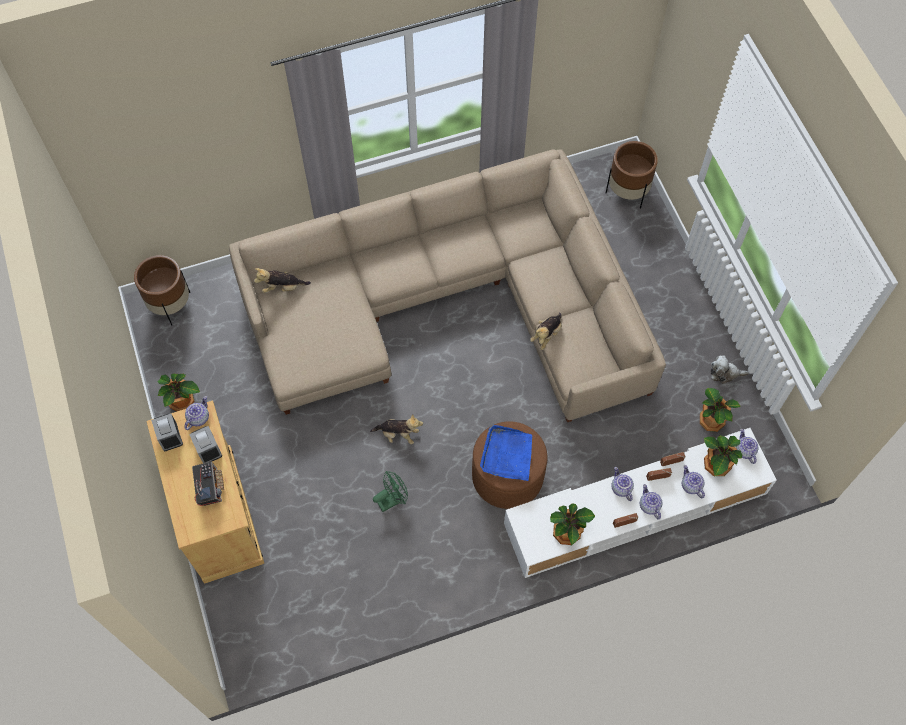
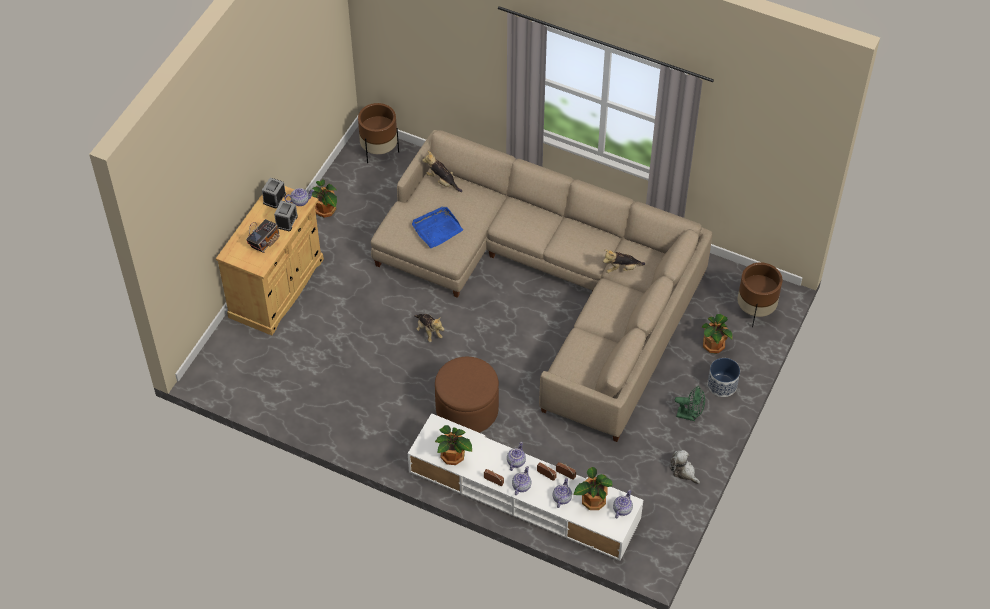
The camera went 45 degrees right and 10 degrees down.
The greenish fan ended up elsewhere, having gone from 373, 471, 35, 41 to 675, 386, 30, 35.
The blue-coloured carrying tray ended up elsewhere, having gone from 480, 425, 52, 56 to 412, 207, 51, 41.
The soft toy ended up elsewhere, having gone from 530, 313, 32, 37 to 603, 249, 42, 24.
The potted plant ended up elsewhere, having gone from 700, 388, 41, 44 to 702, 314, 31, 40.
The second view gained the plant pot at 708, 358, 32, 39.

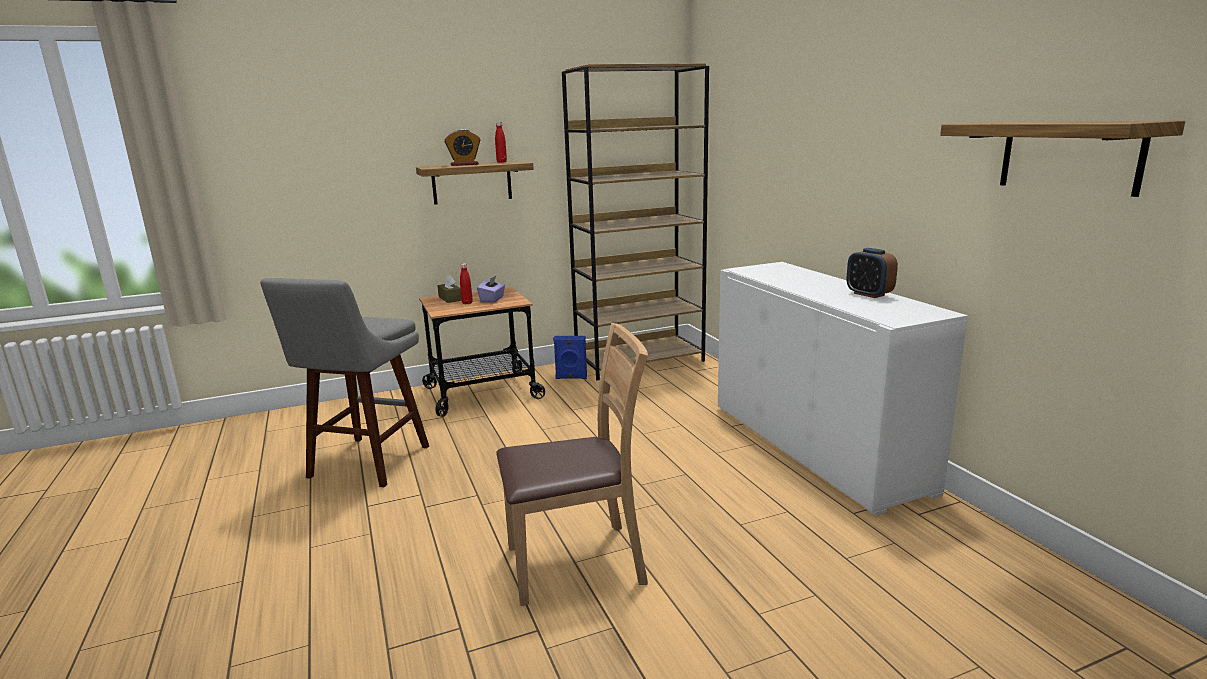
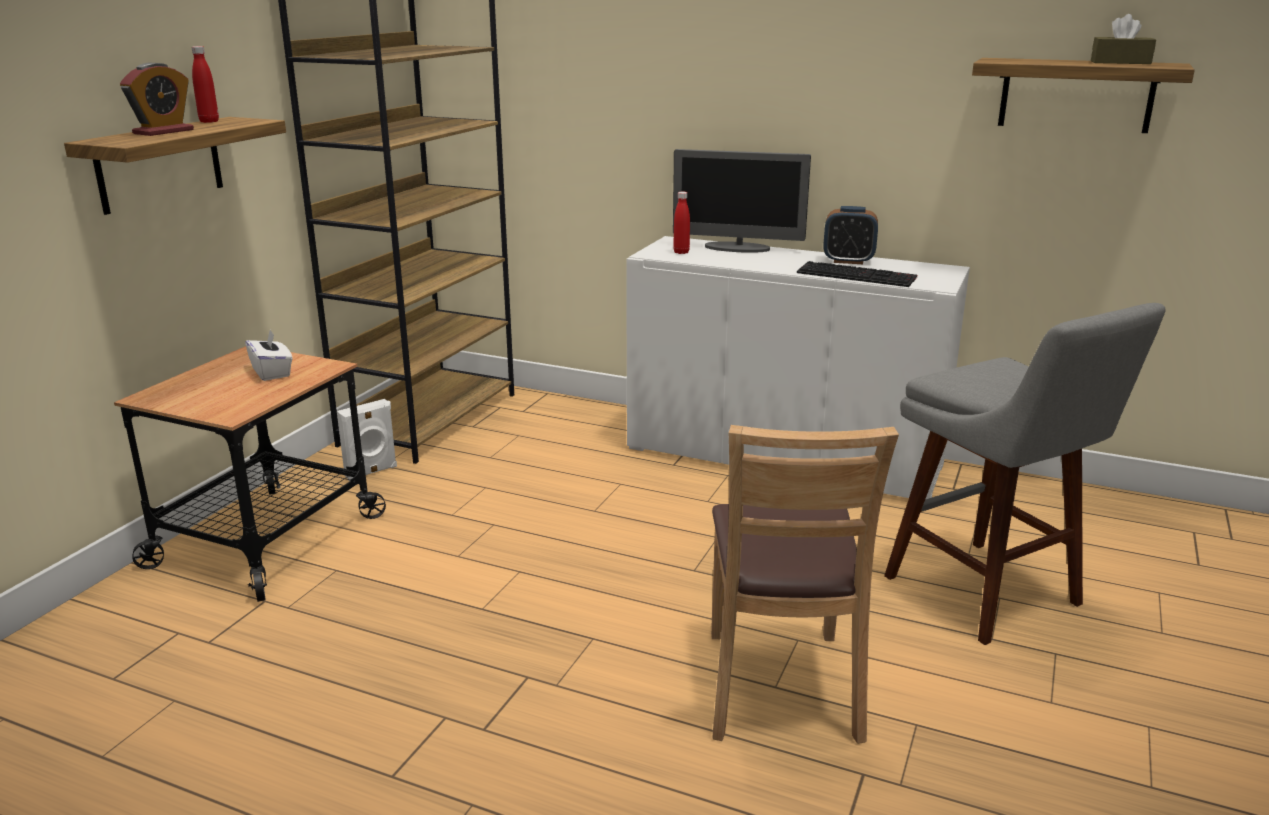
The camera went 45 degrees left and 5 degrees up.
The greyish stool seat ended up elsewhere, having gone from 260, 278, 169, 209 to 884, 303, 282, 342.
The brownish box of tissues ended up elsewhere, having gone from 437, 275, 25, 28 to 1091, 14, 65, 50.
The red-coloured bottle ended up elsewhere, having gone from 460, 263, 13, 41 to 673, 192, 17, 62.
What was the purple-coloured box of tissues at 477, 276, 28, 26 turned into the white box of tissues at 245, 330, 48, 51.
The brownish upright chair at 496, 323, 152, 283 ended up facing another way, 150 degrees clockwise from before.
What was the blue-coloured audio speaker at 553, 336, 34, 43 turned into the white audio speaker at 337, 399, 60, 82.
The second view gained the monitor at 673, 149, 138, 104.
The second view gained the keyboard at 797, 261, 120, 26.

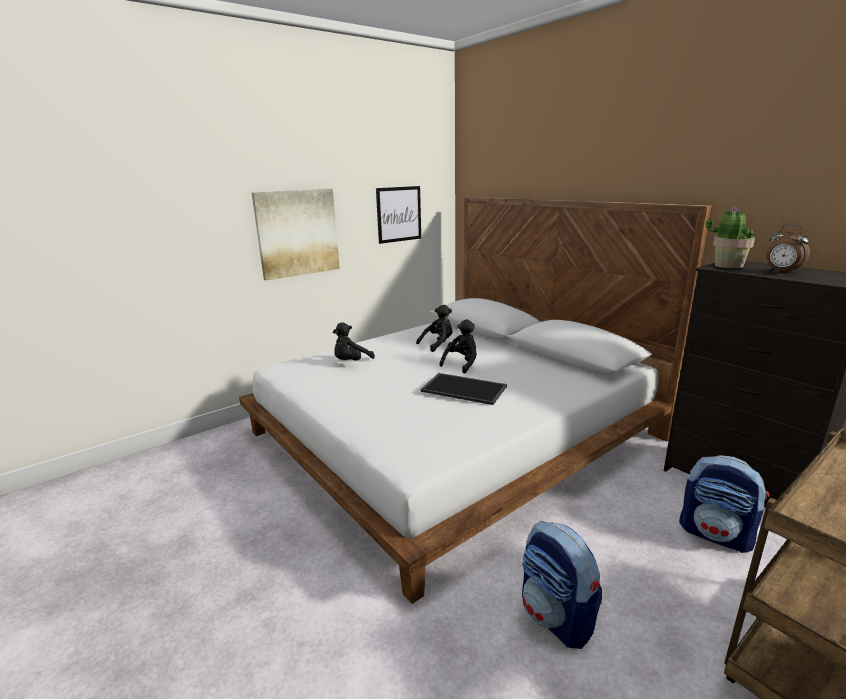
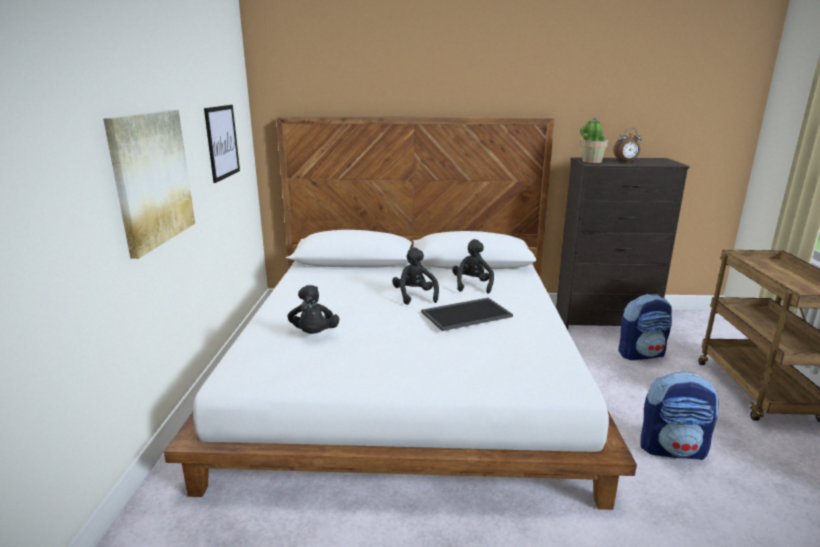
The camera went 50 degrees left and 0 degrees up.
The black-coloured soft toy ended up elsewhere, having gone from 416, 305, 37, 47 to 452, 239, 42, 55.

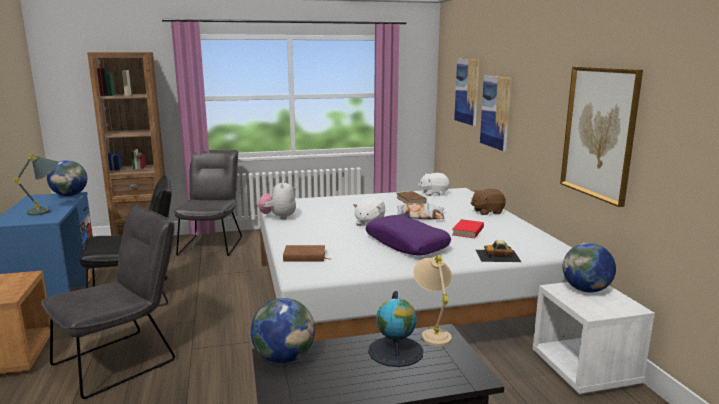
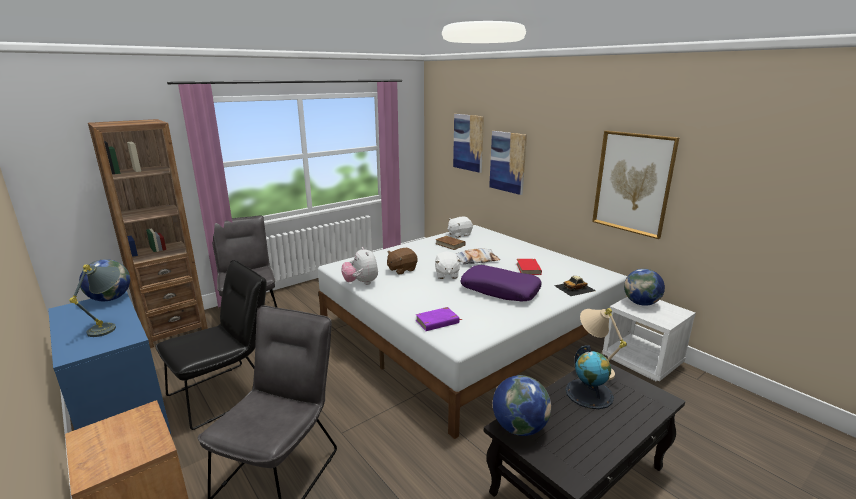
The camera went 25 degrees left and 5 degrees up.
What was the brownish bound book at 283, 245, 48, 17 turned into the purple-coloured bound book at 416, 307, 46, 24.
The brownish soft toy ended up elsewhere, having gone from 471, 189, 35, 26 to 387, 248, 31, 27.

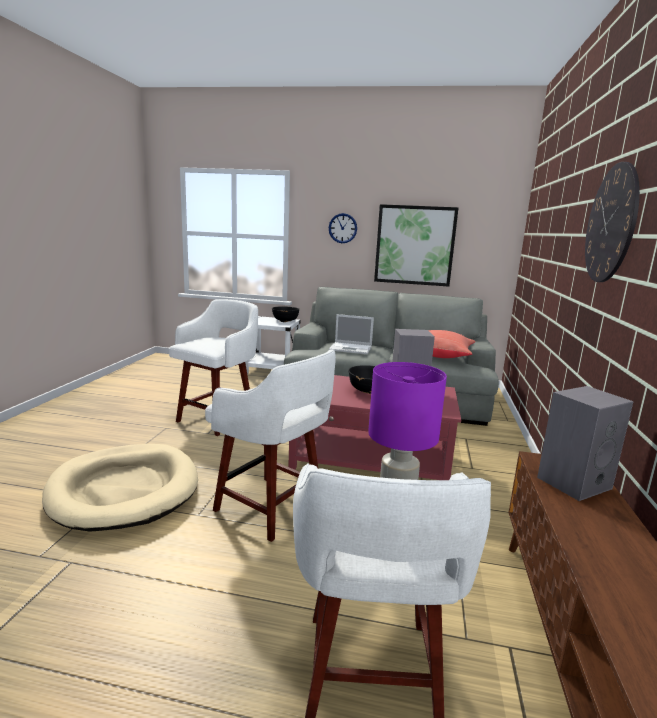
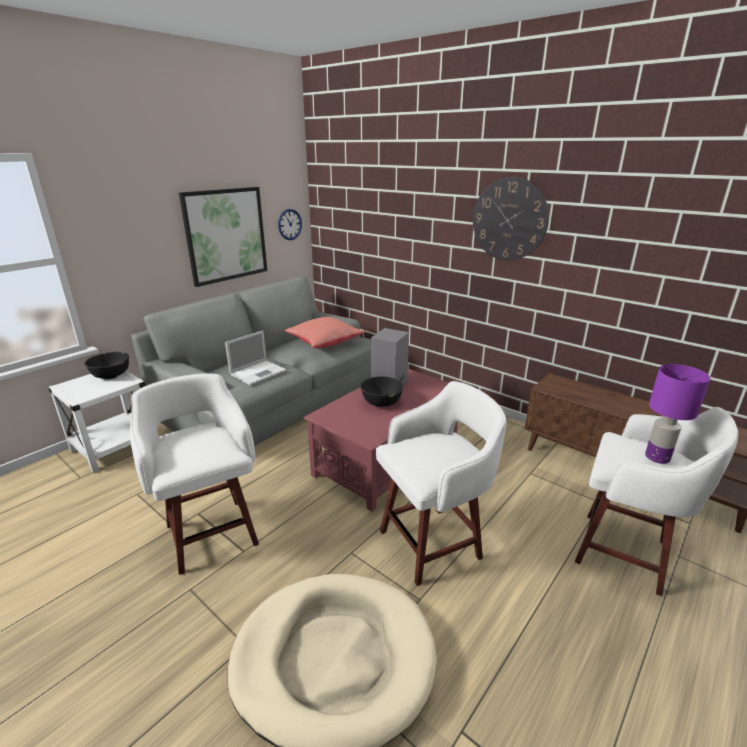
The camera went 60 degrees left and 10 degrees up.
The clock on the wall ended up elsewhere, having gone from 329, 213, 28, 30 to 278, 209, 24, 31.
The second view lost the greyish audio speaker at 537, 386, 97, 115.

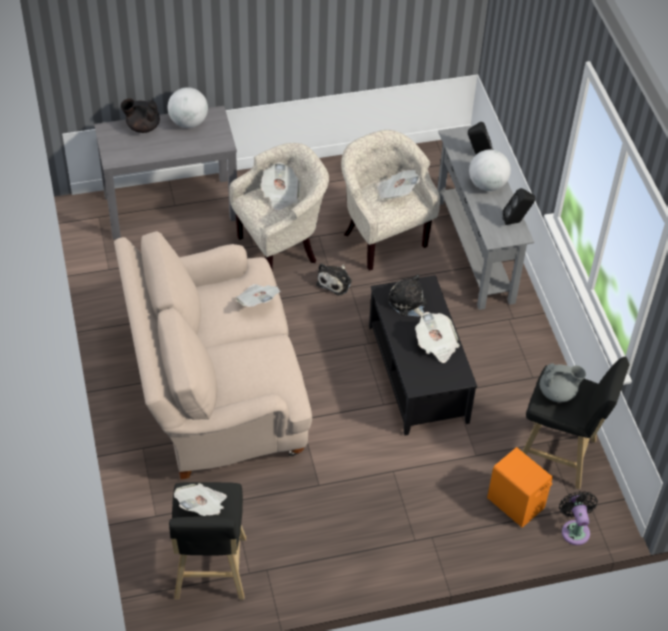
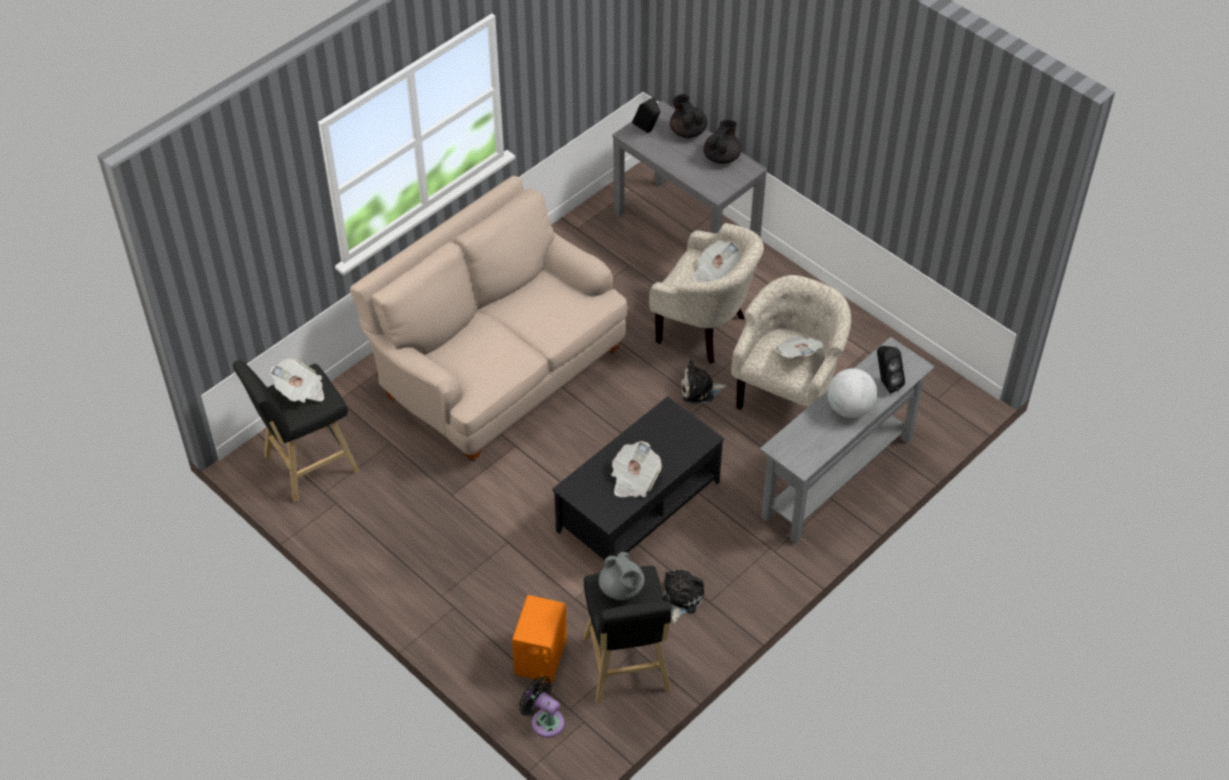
The camera went 60 degrees right and 0 degrees up.
Where the world globe stood at 168, 87, 40, 41, the black-coloured tea pot came to stand at 703, 120, 39, 44.
The second view lost the newspaper at 235, 284, 45, 23.
The soft toy ended up elsewhere, having gone from 388, 274, 39, 43 to 663, 569, 41, 54.
The black-coloured audio speaker ended up elsewhere, having gone from 502, 188, 33, 37 to 632, 97, 28, 36.
The black-coloured fan at 559, 491, 39, 54 ended up facing another way, 105 degrees counterclockwise from before.

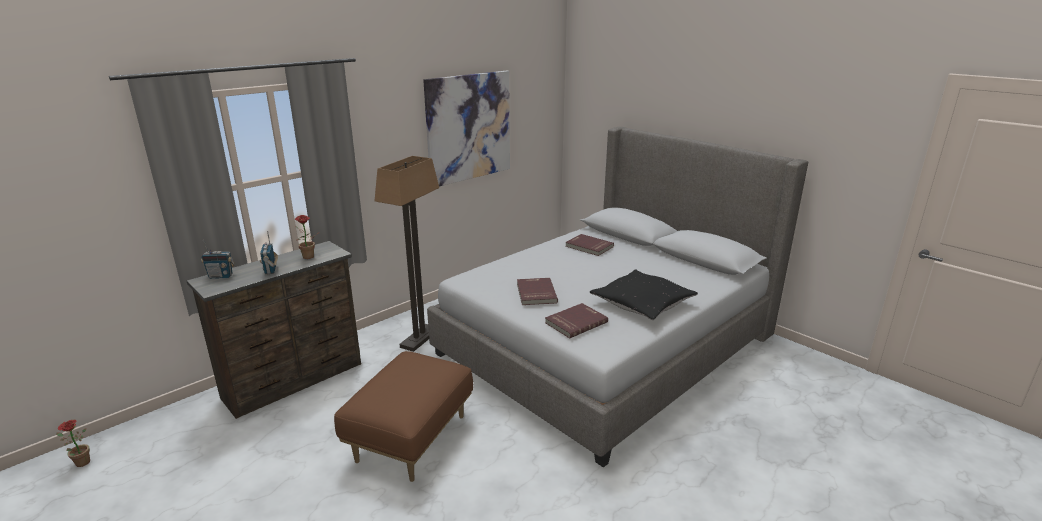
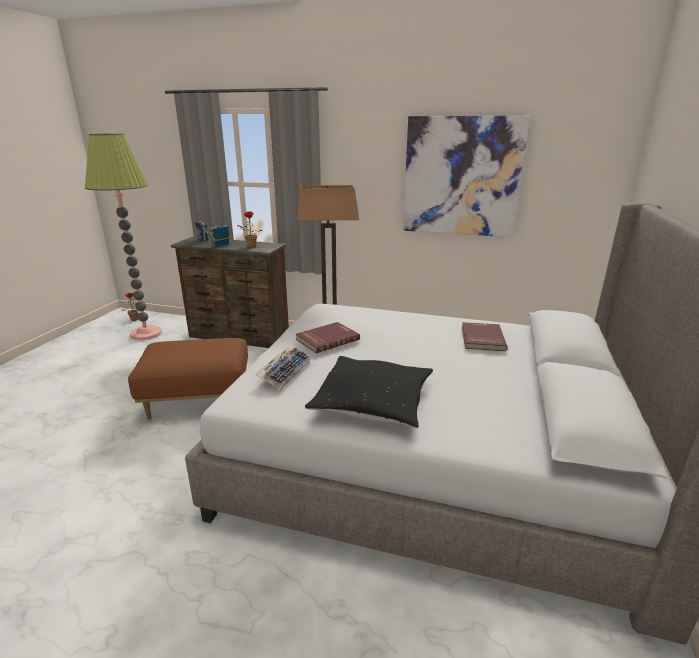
The camera went 60 degrees right and 0 degrees up.
Where the red-coloured bound book stood at 545, 303, 63, 35, the keyboard came to stand at 256, 347, 56, 44.
The second view gained the standing lamp at 85, 133, 77, 207.

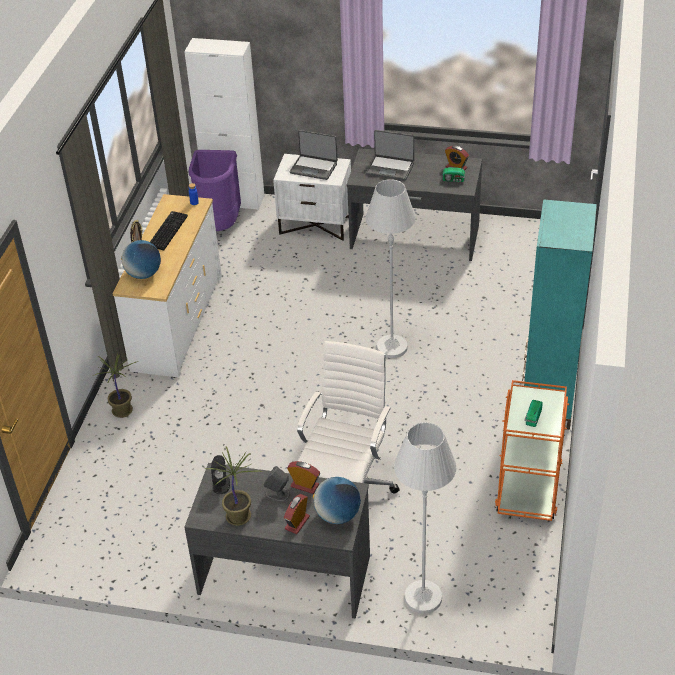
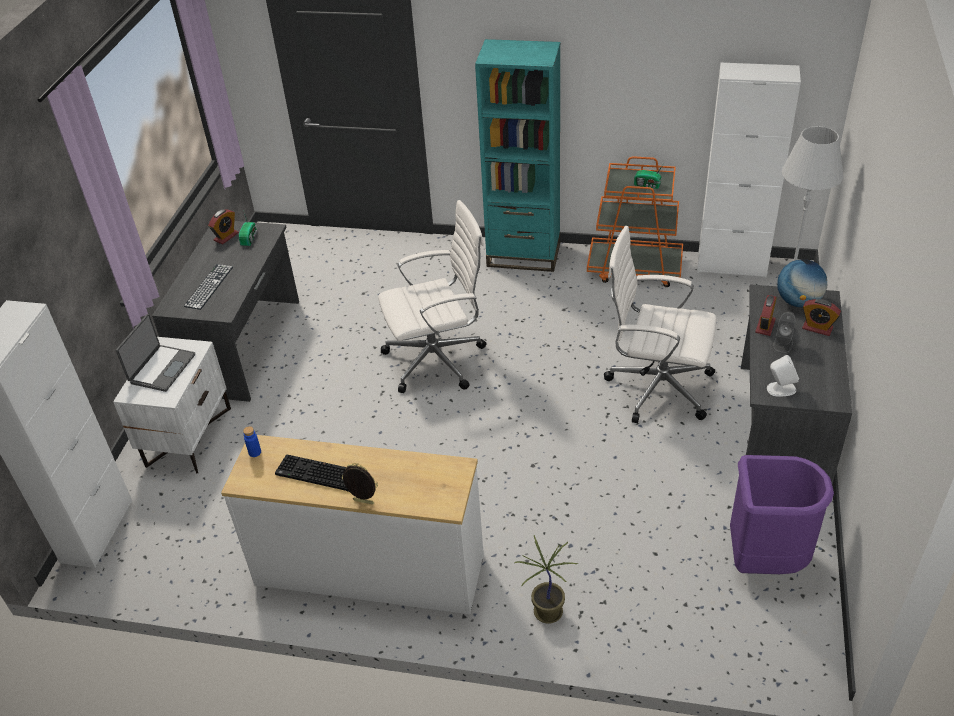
The camera went 90 degrees left and 0 degrees up.
The second view lost the world globe at 121, 240, 40, 39.
The purple-coloured waste bin ended up elsewhere, having gone from 188, 150, 53, 81 to 730, 455, 104, 119.
The second view lost the potted plant at 205, 447, 57, 79.
What was the black-coloured audio speaker at 211, 455, 19, 39 turned into the white audio speaker at 767, 355, 32, 42.
Where the laptop stood at 366, 130, 49, 50, the keyboard came to stand at 183, 264, 50, 46.
Where the white standing lamp stood at 366, 179, 50, 179, the white office chair came to stand at 378, 200, 109, 193.
The second view gained the white cupboard at 697, 62, 104, 215.

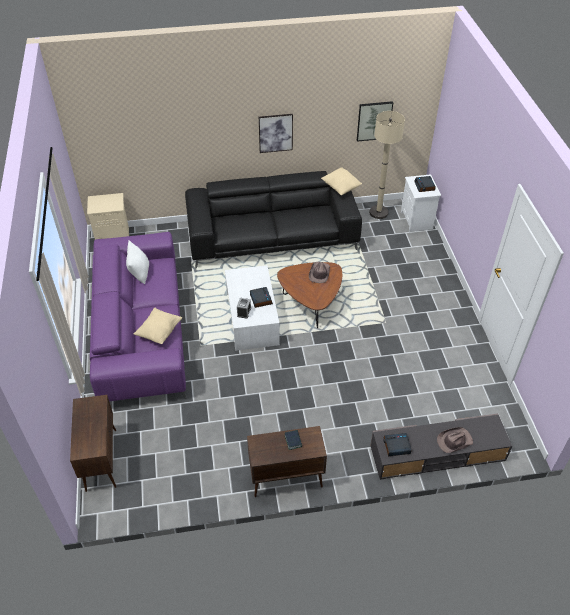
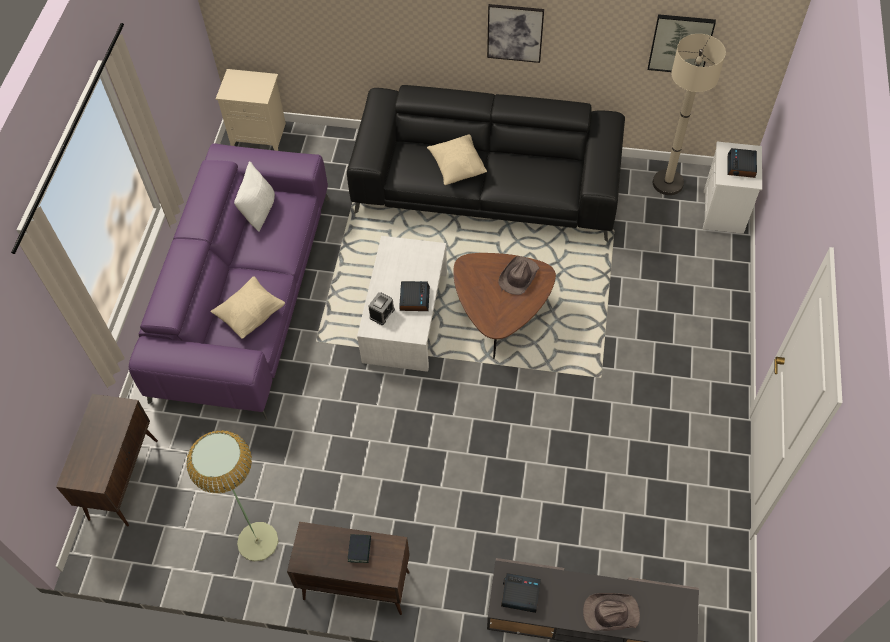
The camera went 20 degrees right and 10 degrees up.
The sand-coloured throw pillow ended up elsewhere, having gone from 321, 167, 41, 28 to 427, 134, 60, 51.
The second view gained the standing lamp at 186, 430, 93, 132.

